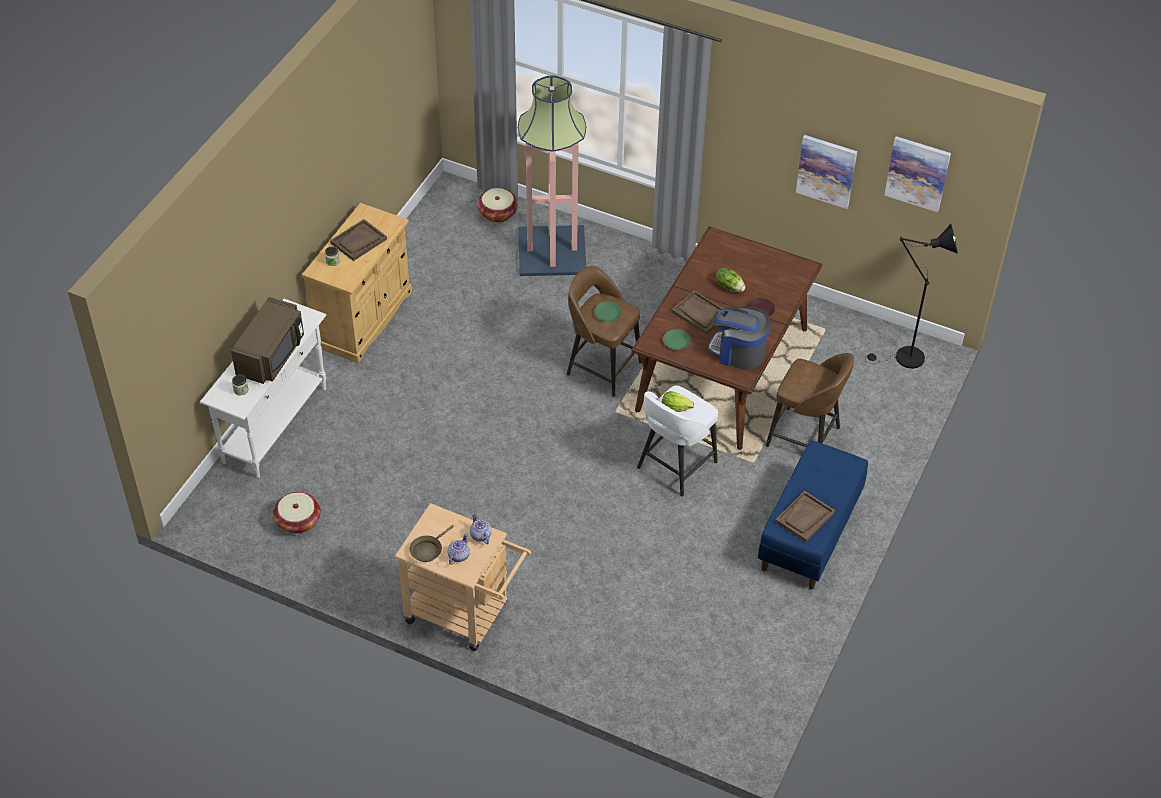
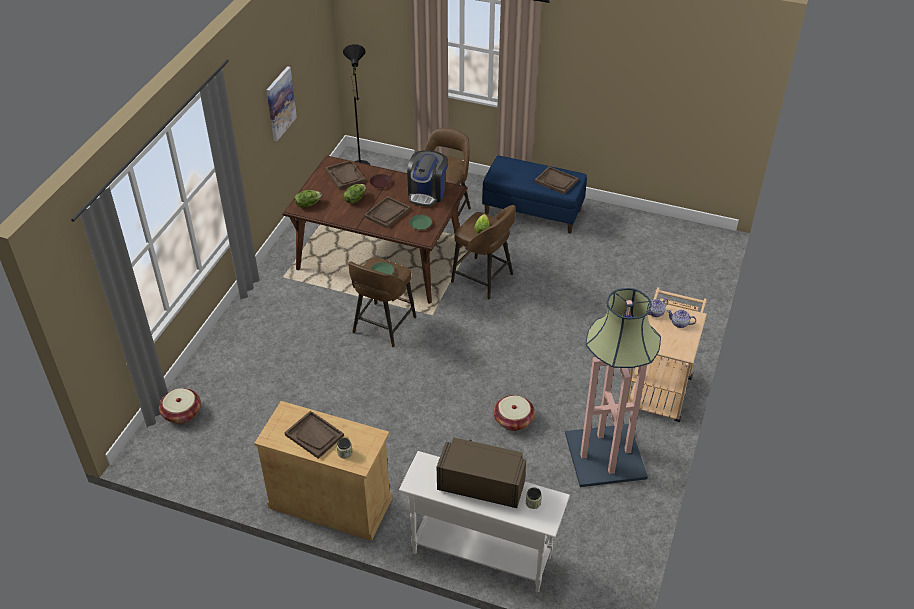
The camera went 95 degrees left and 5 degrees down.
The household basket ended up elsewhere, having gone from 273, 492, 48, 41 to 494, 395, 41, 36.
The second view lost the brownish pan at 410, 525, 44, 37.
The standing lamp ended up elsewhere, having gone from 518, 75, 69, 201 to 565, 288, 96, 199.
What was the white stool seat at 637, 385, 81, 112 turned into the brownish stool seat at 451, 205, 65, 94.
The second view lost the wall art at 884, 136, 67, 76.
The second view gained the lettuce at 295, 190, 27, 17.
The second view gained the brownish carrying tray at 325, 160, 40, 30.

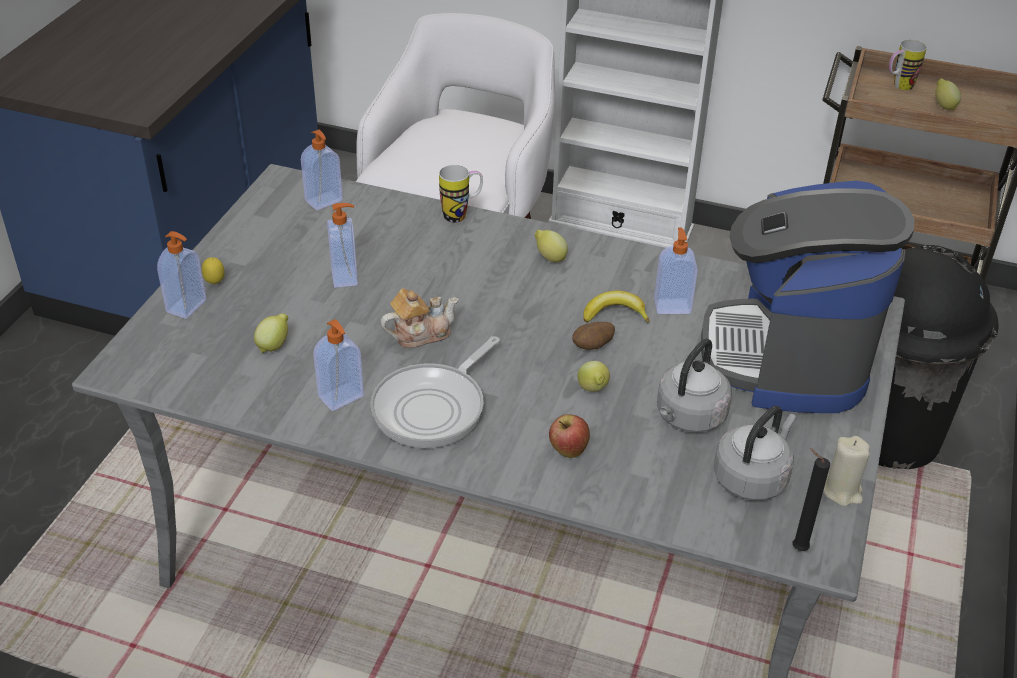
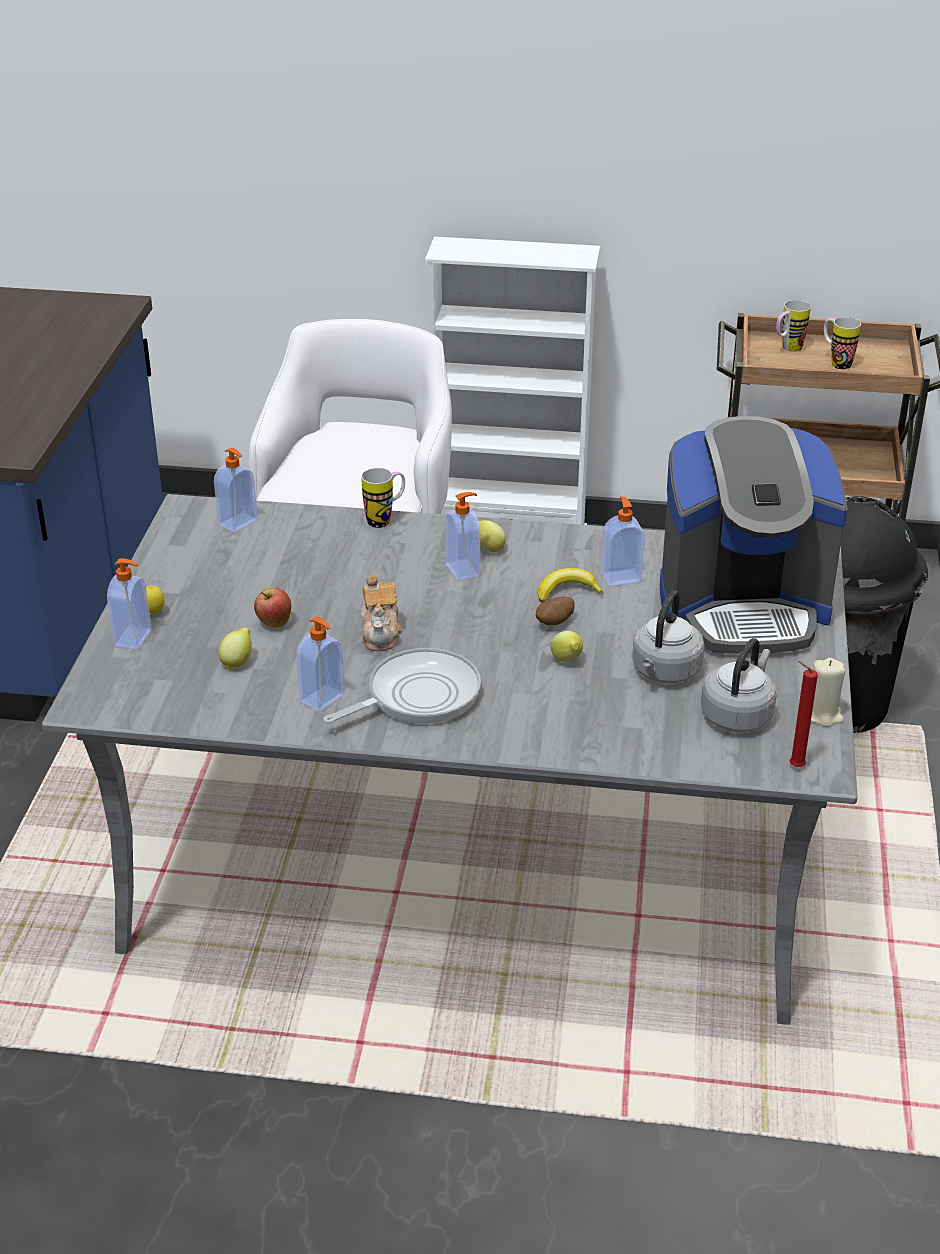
The camera went 10 degrees left and 5 degrees down.
The liquid soap bottle ended up elsewhere, having gone from 327, 203, 31, 85 to 445, 492, 35, 89.
The pan at 371, 336, 129, 112 ended up facing another way, 150 degrees counterclockwise from before.
The tea pot at 380, 288, 78, 60 ended up facing another way, 120 degrees clockwise from before.
The apple fruit ended up elsewhere, having gone from 549, 414, 41, 44 to 254, 588, 37, 40.
The coffee maker at 701, 181, 213, 232 ended up facing another way, 90 degrees counterclockwise from before.
What was the black-coloured candle at 793, 448, 37, 103 turned into the red-coloured candle at 790, 661, 28, 106.
Where the lemon stood at 935, 78, 26, 32, the mug came to stand at 824, 317, 37, 52.

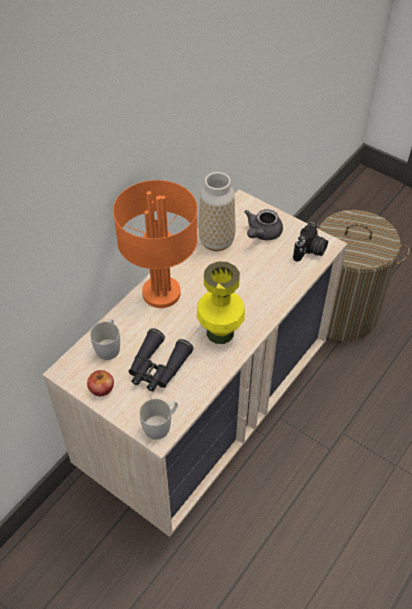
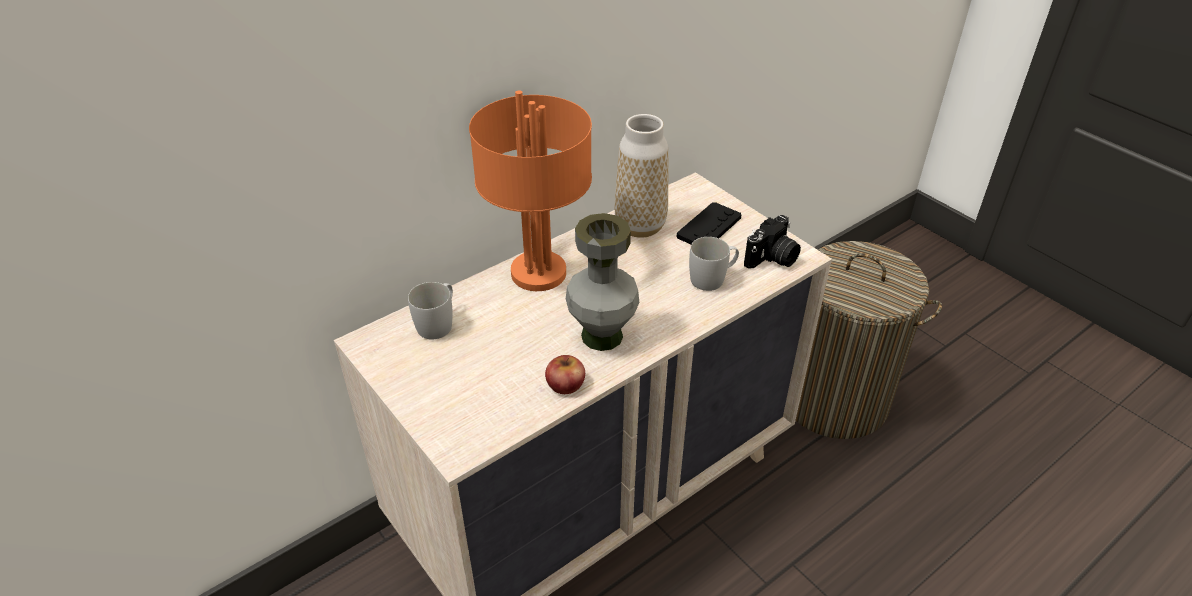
The camera went 15 degrees right and 10 degrees down.
The apple fruit ended up elsewhere, having gone from 87, 370, 27, 26 to 545, 355, 40, 39.
The second view lost the black-coloured field glasses at 129, 328, 64, 63.
The white mug ended up elsewhere, having gone from 139, 399, 39, 40 to 689, 237, 50, 54.
What was the yellow decorative vase at 197, 261, 48, 83 turned into the greyish decorative vase at 566, 213, 73, 138.
Where the greyish tea pot stood at 244, 209, 39, 31, the black-coloured game controller came to stand at 677, 202, 65, 42.

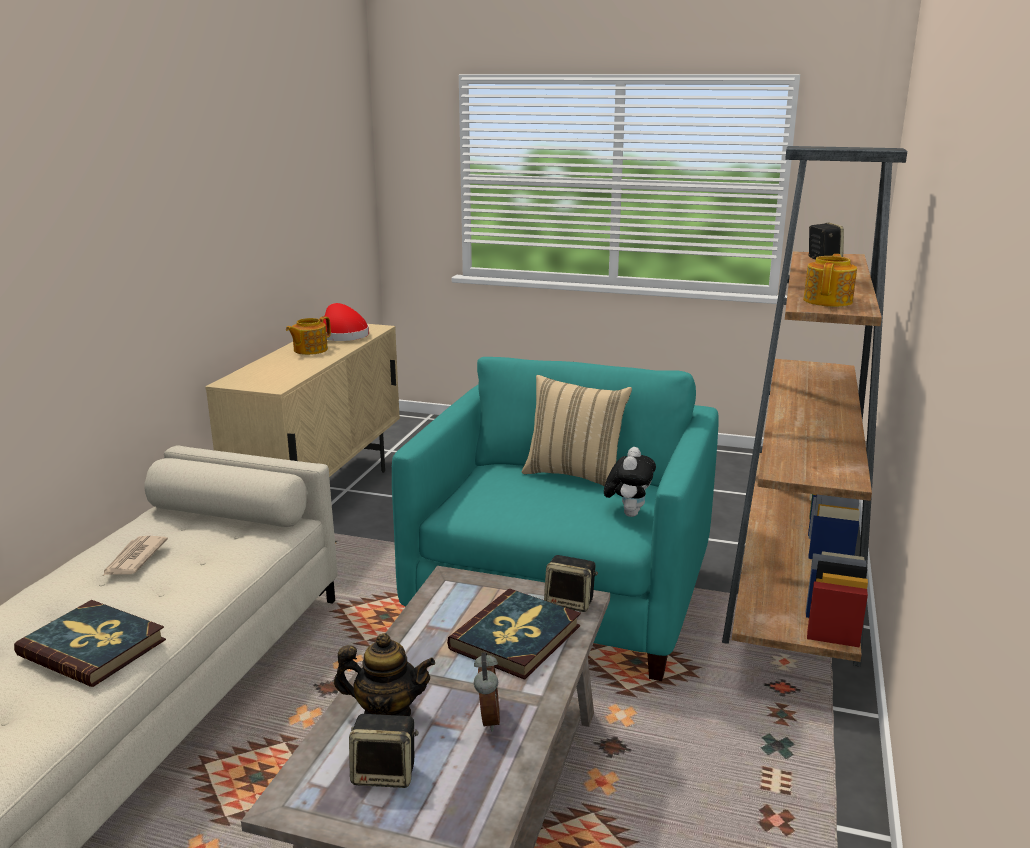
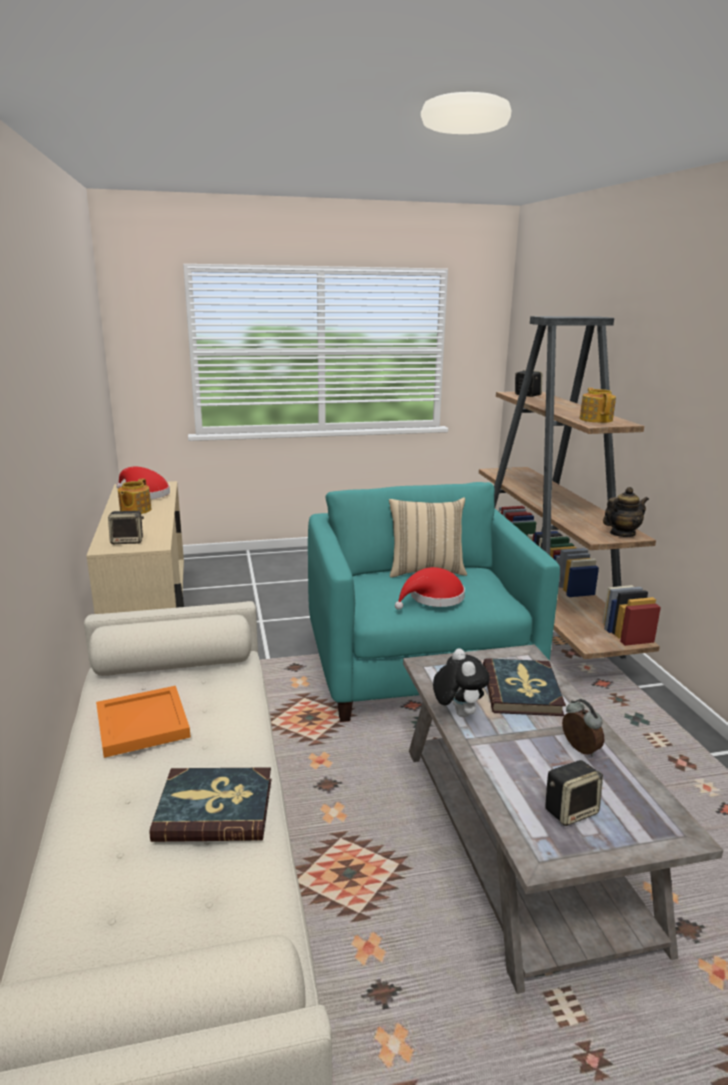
The camera went 30 degrees left and 0 degrees up.
Where the newspaper stood at 103, 536, 65, 40, the orange carrying tray came to stand at 96, 686, 95, 72.
The tea pot ended up elsewhere, having gone from 334, 633, 101, 83 to 603, 487, 46, 50.
The audio speaker ended up elsewhere, having gone from 544, 555, 54, 57 to 108, 511, 36, 33.
The soft toy ended up elsewhere, having gone from 604, 447, 52, 70 to 433, 648, 57, 69.
The second view gained the red-coloured clothing hat at 395, 567, 70, 43.

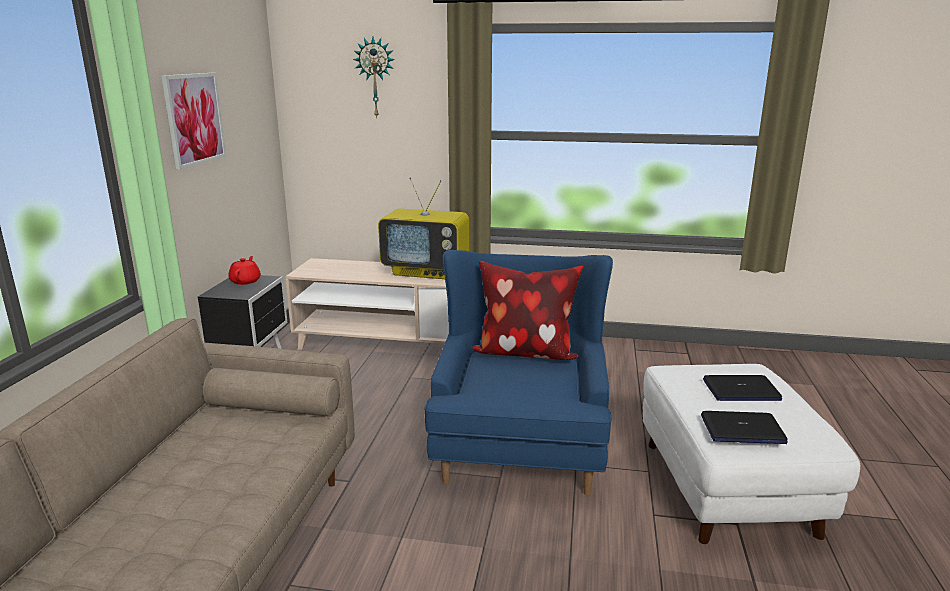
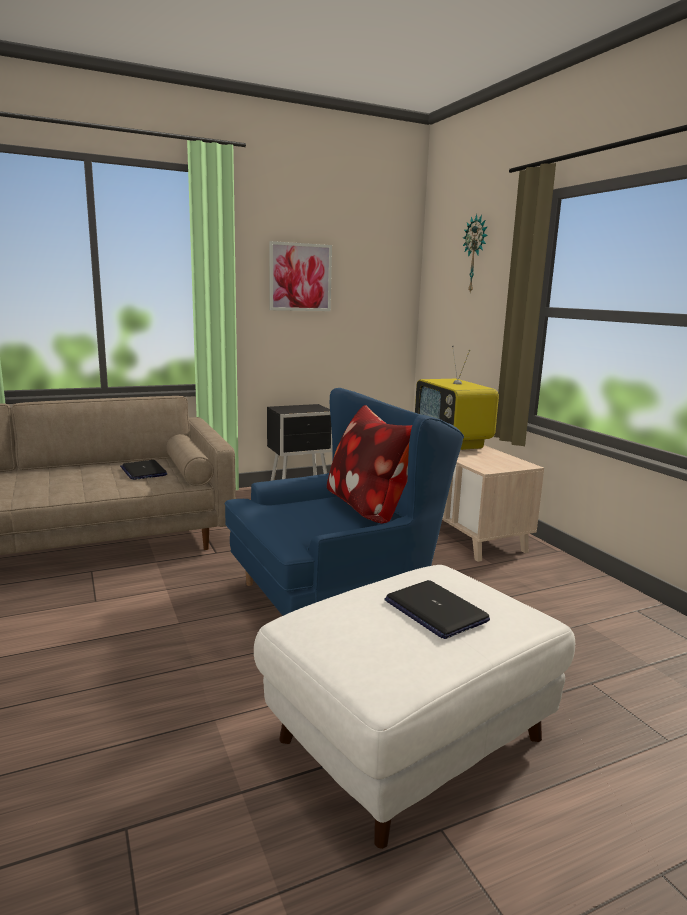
The camera went 55 degrees right and 5 degrees down.
The second view lost the red-coloured tea pot at 228, 256, 33, 29.
The laptop ended up elsewhere, having gone from 701, 411, 87, 33 to 120, 460, 47, 20.

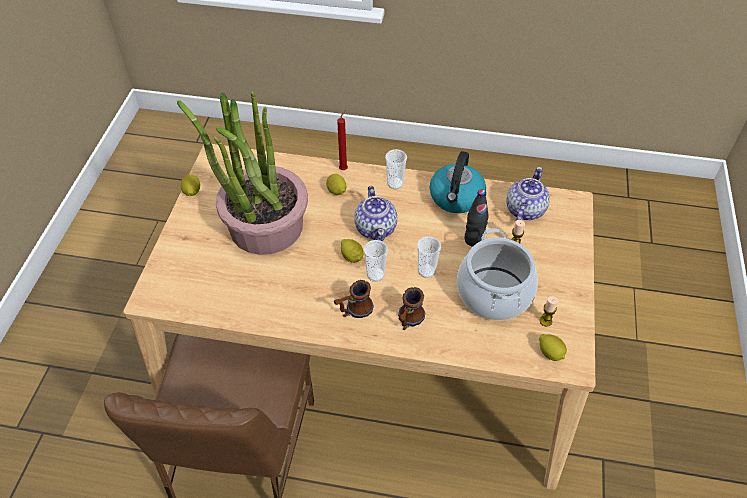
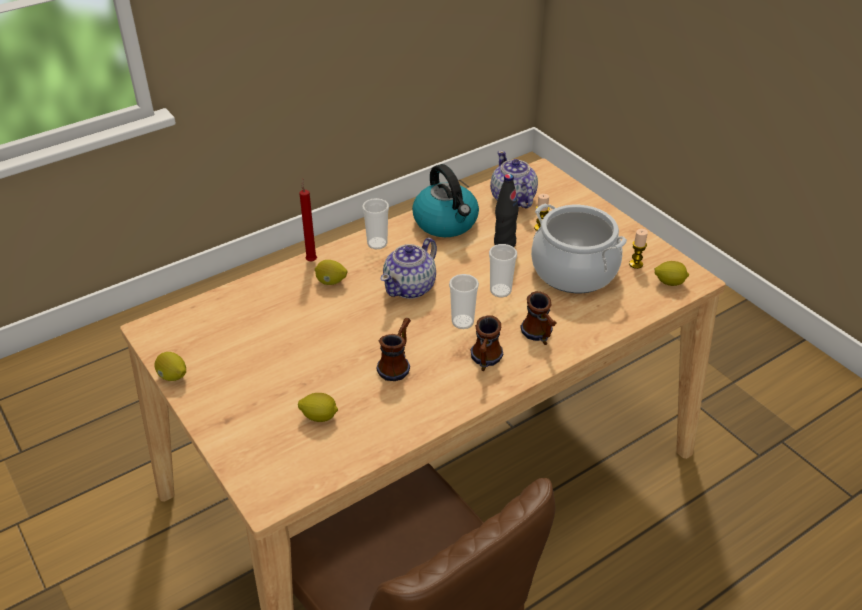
The camera went 45 degrees left and 10 degrees down.
The second view lost the potted plant at 177, 91, 131, 164.
The lemon ended up elsewhere, having gone from 341, 239, 23, 24 to 298, 393, 40, 29.
The tea pot at 354, 186, 43, 55 ended up facing another way, 90 degrees clockwise from before.
The second view gained the mug at 376, 318, 35, 63.

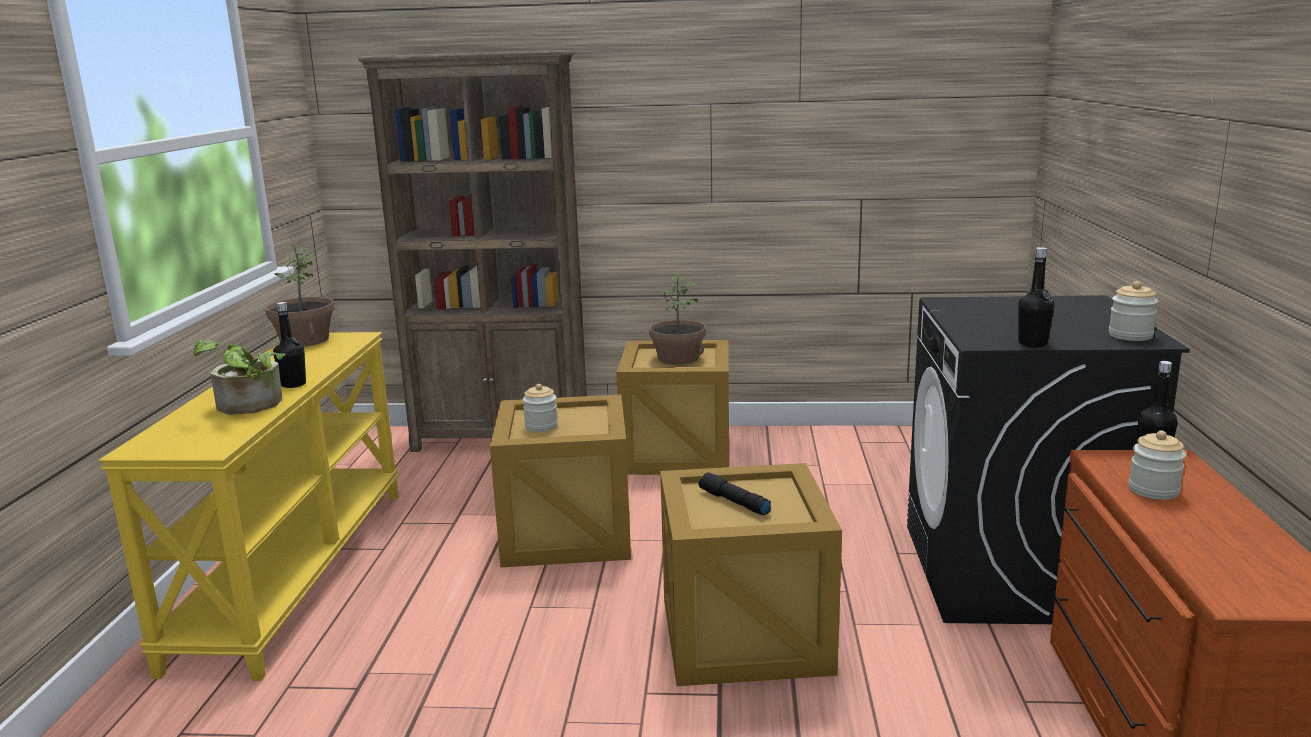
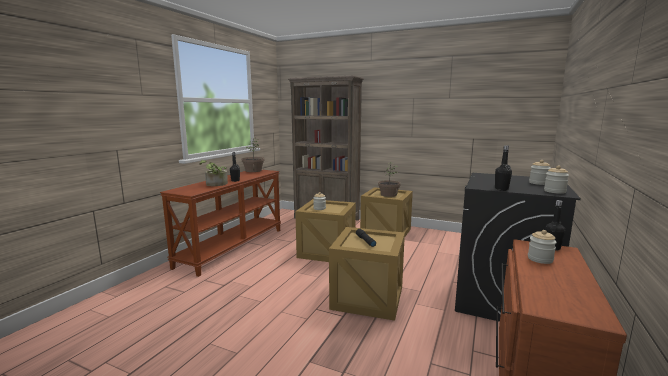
The camera went 20 degrees right and 5 degrees down.
What was the yellow narrow table at 99, 332, 300, 349 turned into the brownish narrow table at 160, 170, 121, 107.
The second view gained the preserve jar at 529, 160, 22, 25.

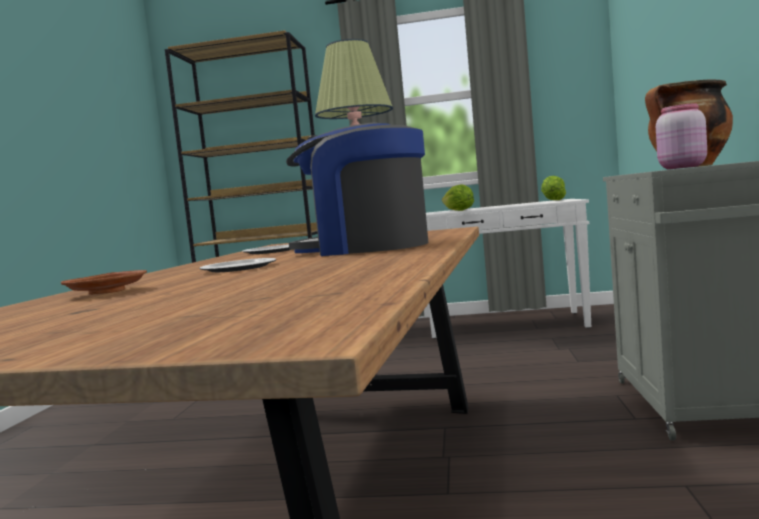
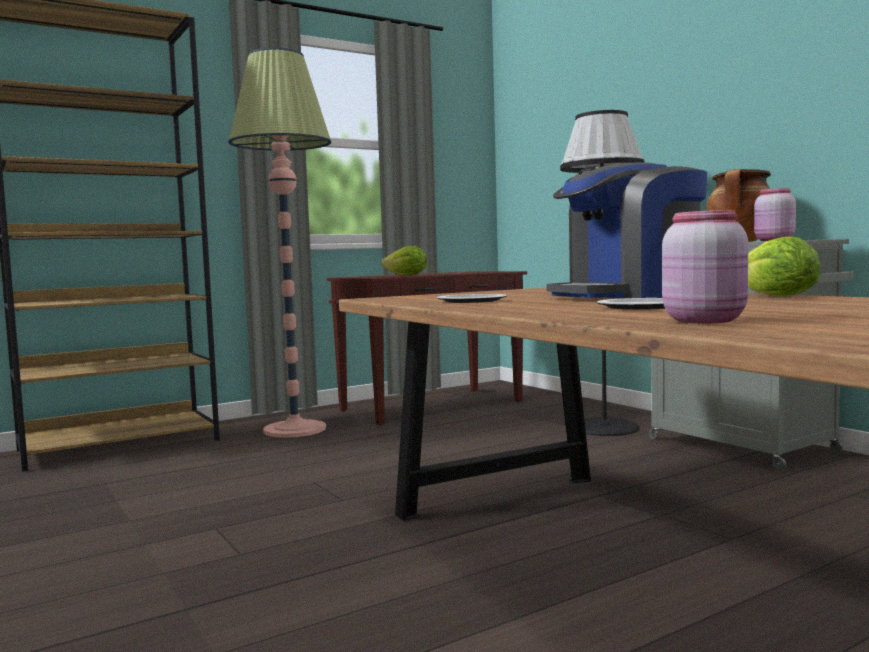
The camera went 40 degrees left and 0 degrees up.
Where the brownish flat dish stood at 61, 270, 86, 25, the pinkish preserve jar came to stand at 662, 210, 86, 113.
What was the white narrow table at 426, 199, 165, 140 turned into the brownish narrow table at 327, 271, 200, 155.
The lettuce ended up elsewhere, having gone from 541, 176, 25, 24 to 748, 236, 72, 60.
The second view gained the black-coloured standing lamp at 560, 110, 85, 326.

